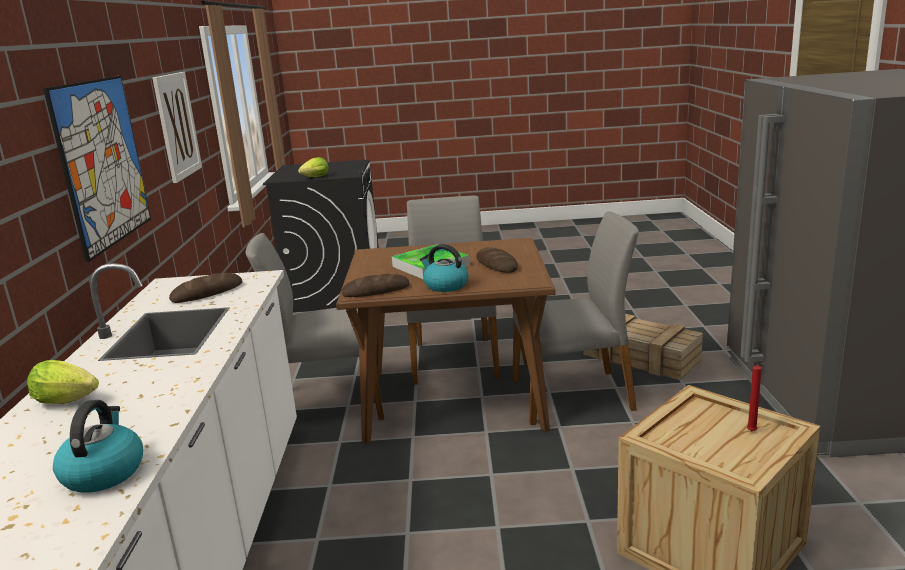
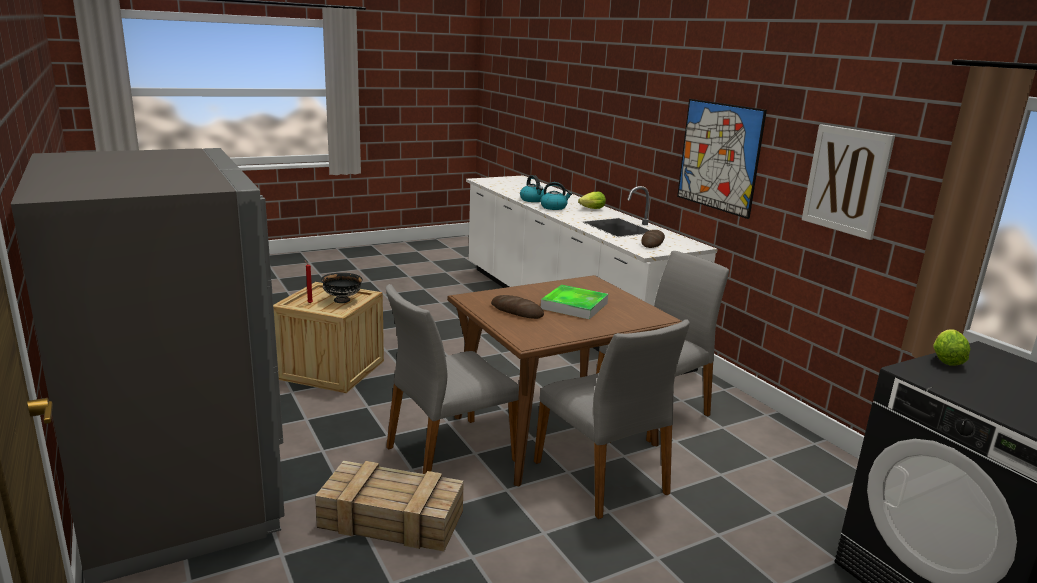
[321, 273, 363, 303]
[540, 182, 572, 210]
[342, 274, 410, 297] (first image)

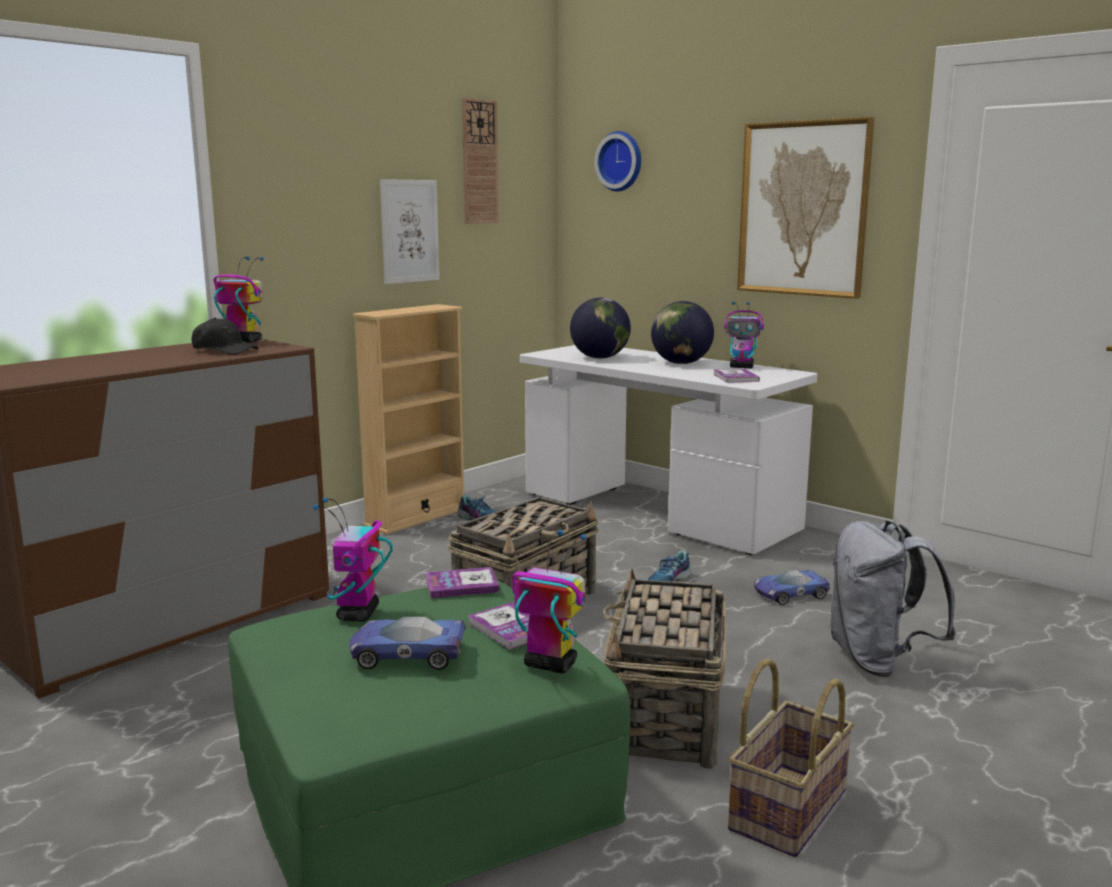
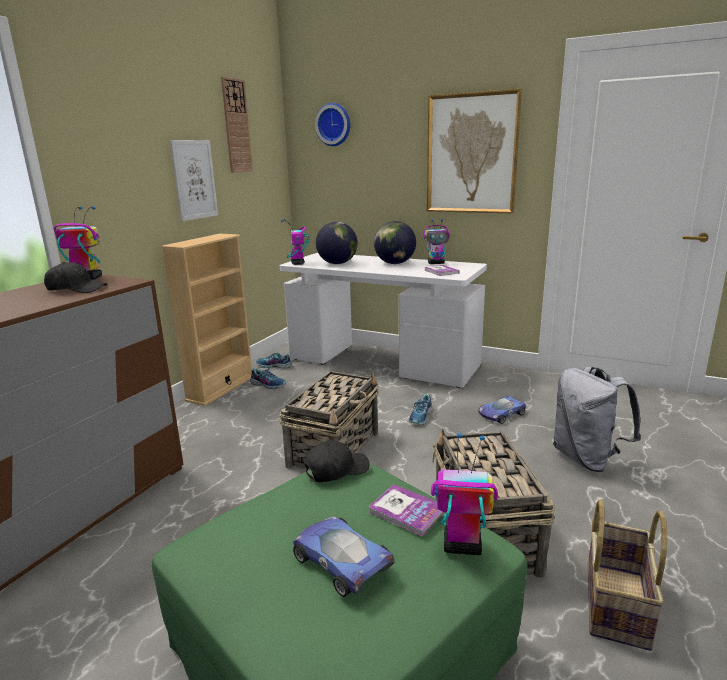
[256, 353, 292, 368]
[281, 219, 310, 265]
[293, 516, 395, 597]
[304, 440, 370, 482]

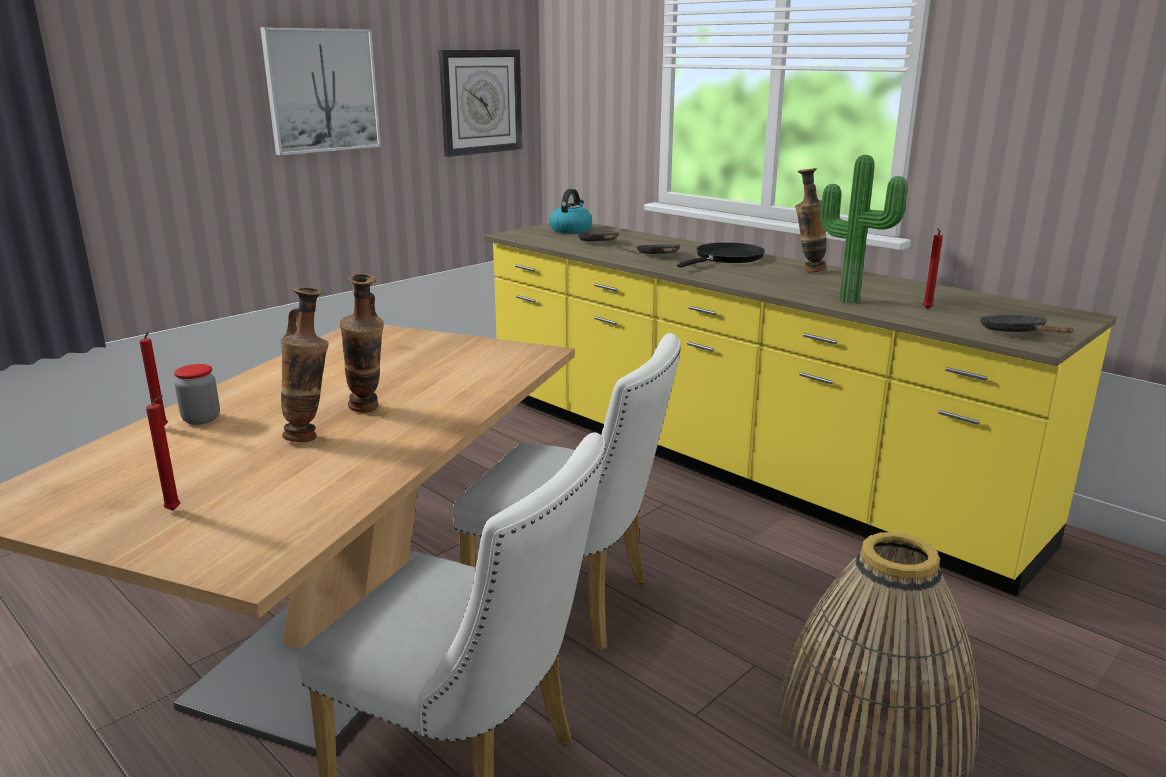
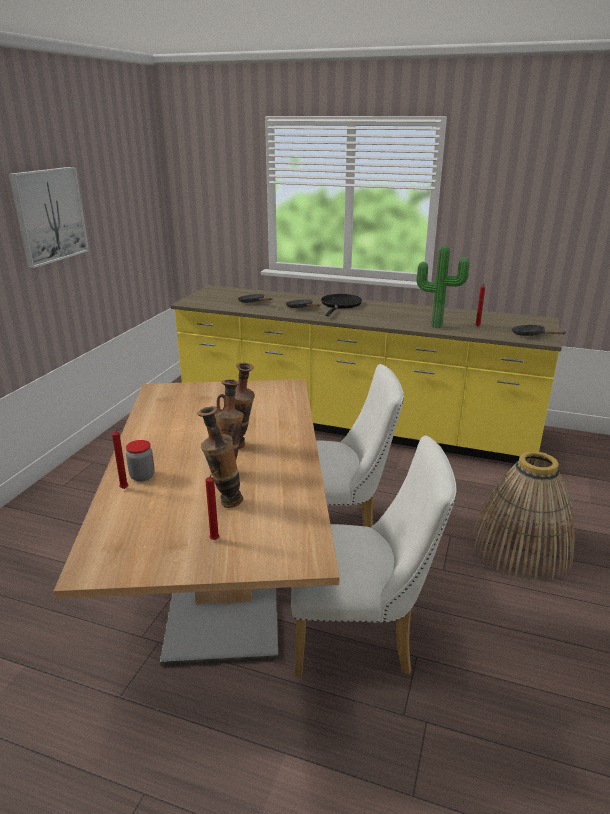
[197, 406, 243, 508]
[439, 50, 522, 157] (first image)
[549, 189, 592, 234] (first image)

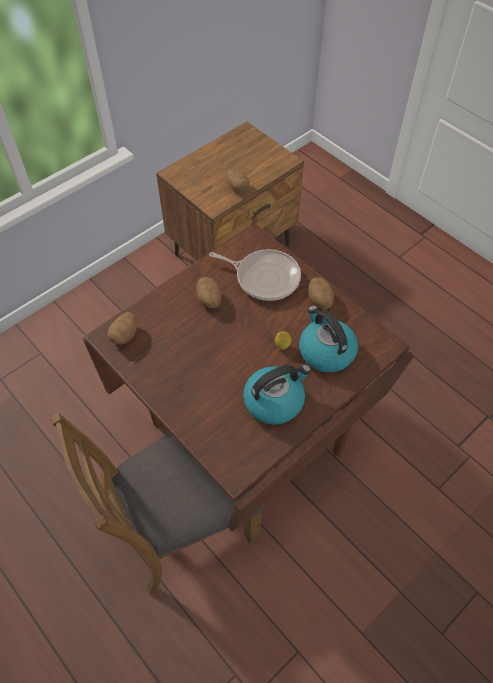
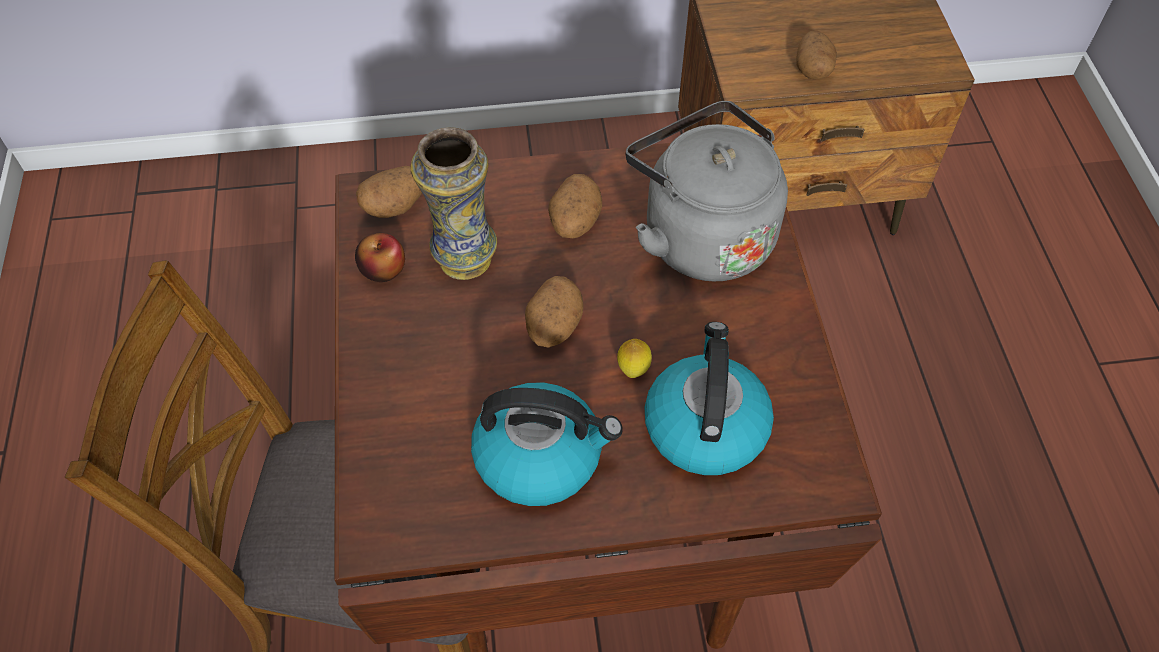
[355, 233, 405, 282]
[410, 127, 497, 280]
[525, 276, 584, 347]
[626, 101, 788, 281]

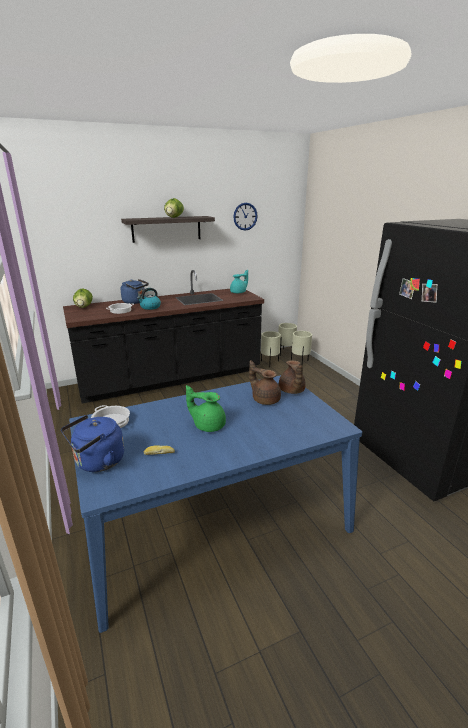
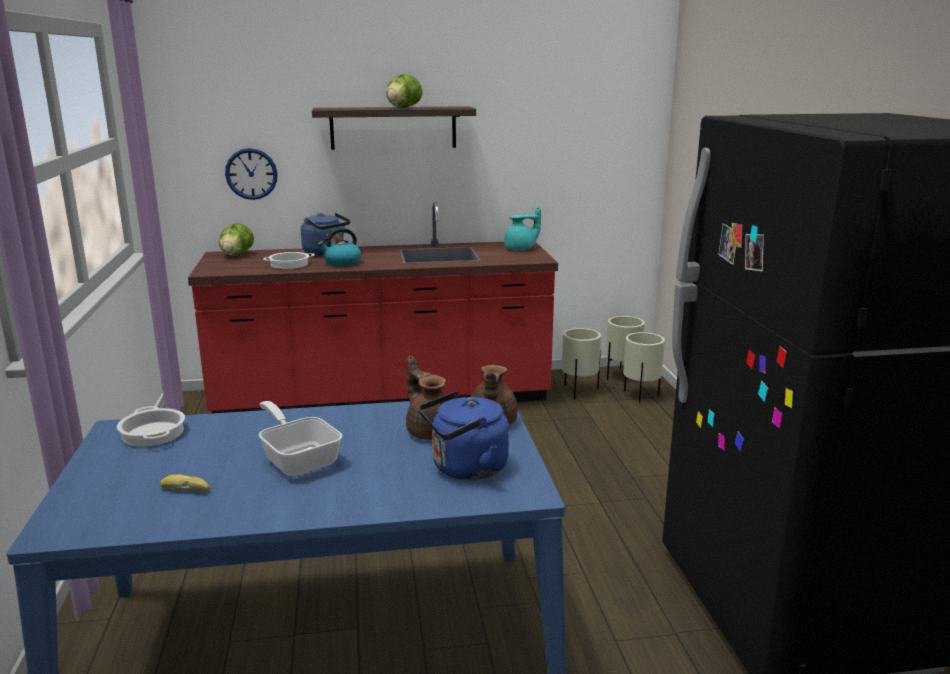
[188, 202, 558, 414]
[225, 148, 278, 200]
[259, 401, 342, 477]
[419, 391, 509, 480]

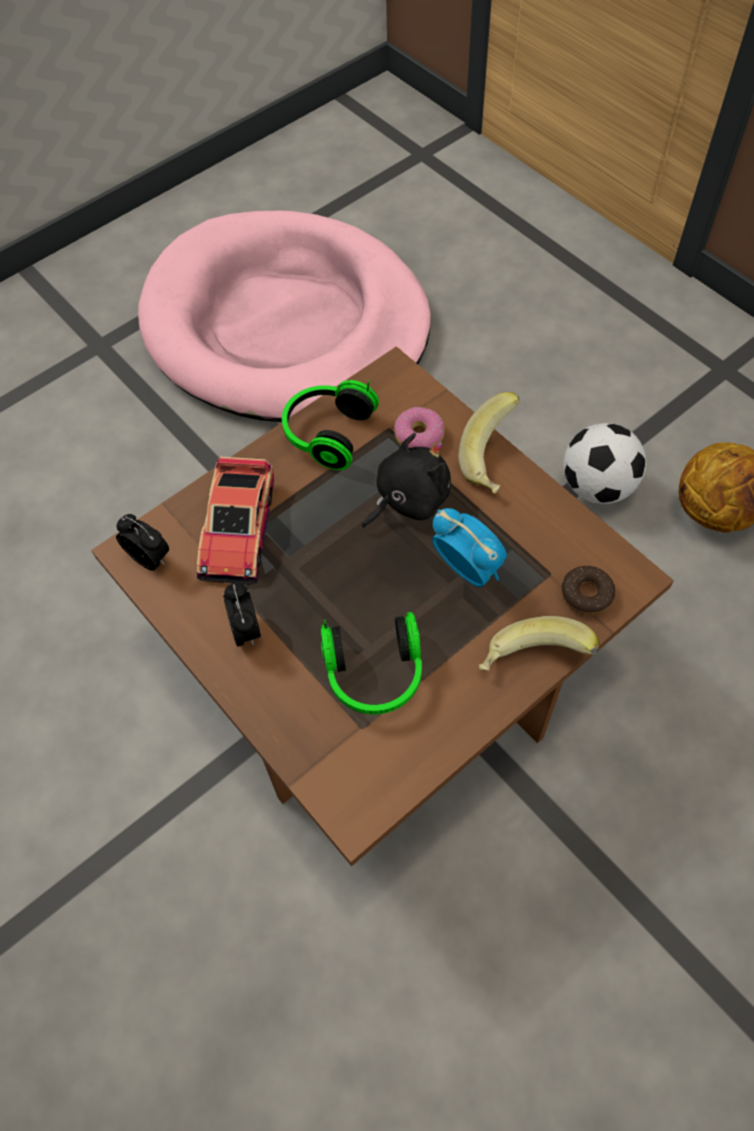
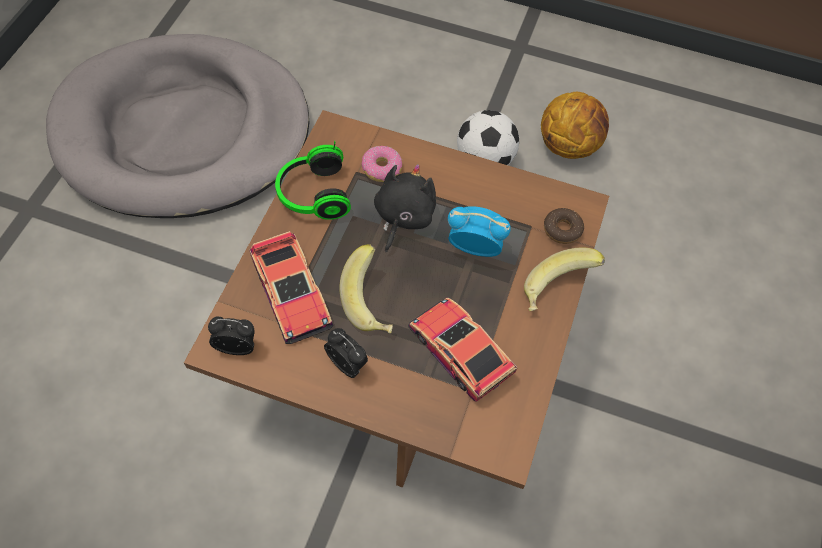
[46, 34, 309, 218]
[339, 244, 393, 333]
[408, 297, 518, 402]

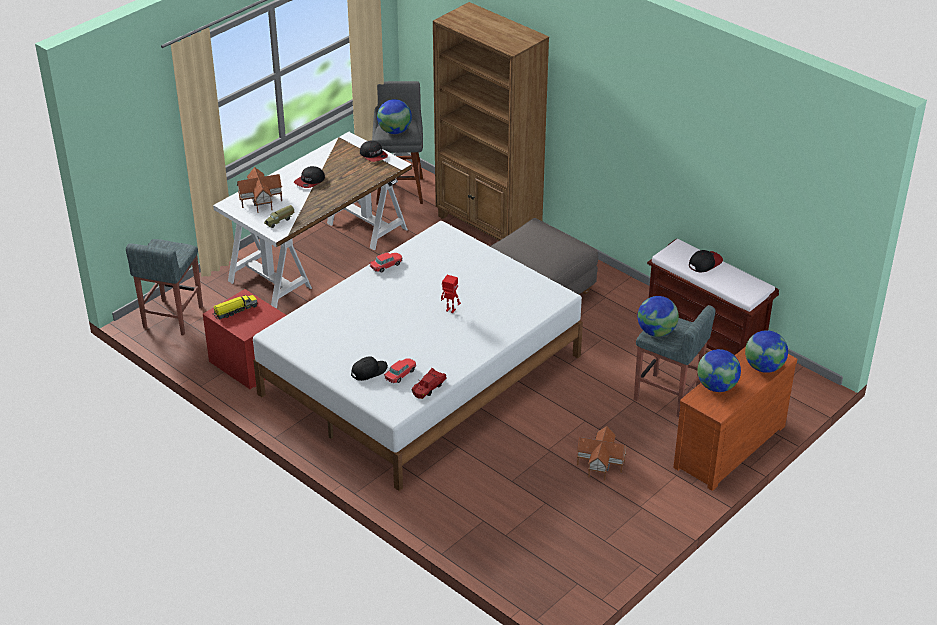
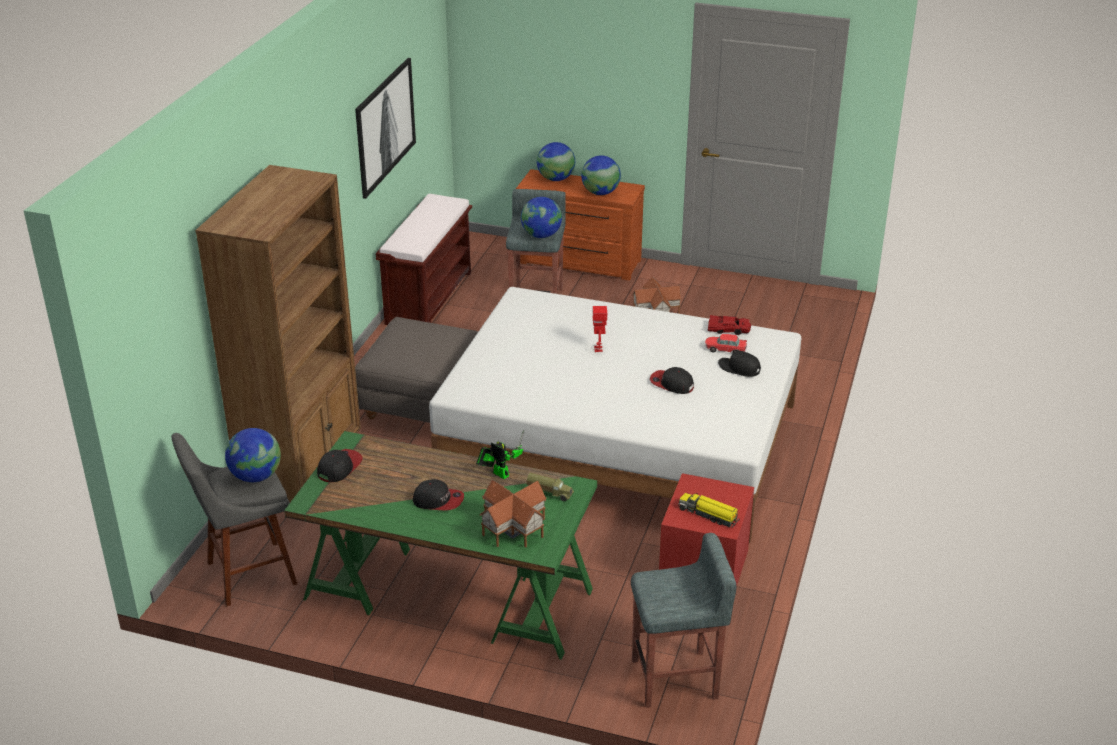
[284, 431, 597, 660]
[355, 58, 416, 199]
[476, 430, 525, 479]
[650, 367, 694, 394]
[369, 253, 402, 272] (first image)

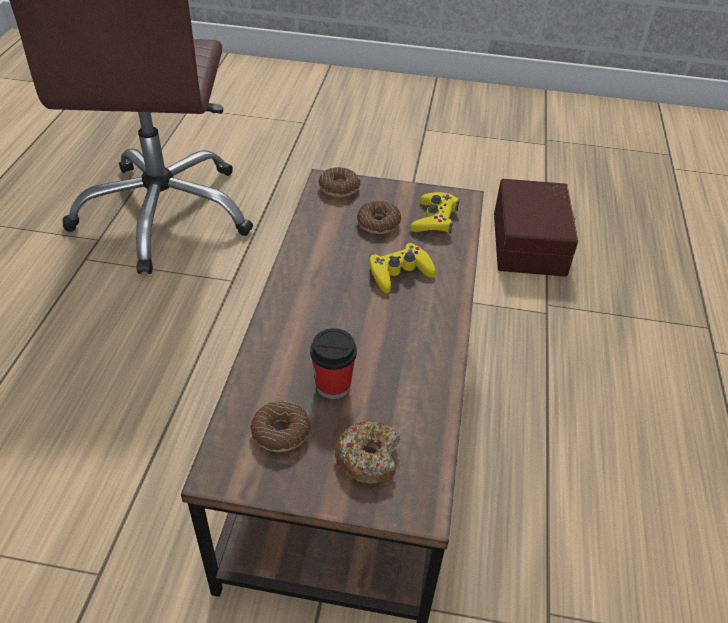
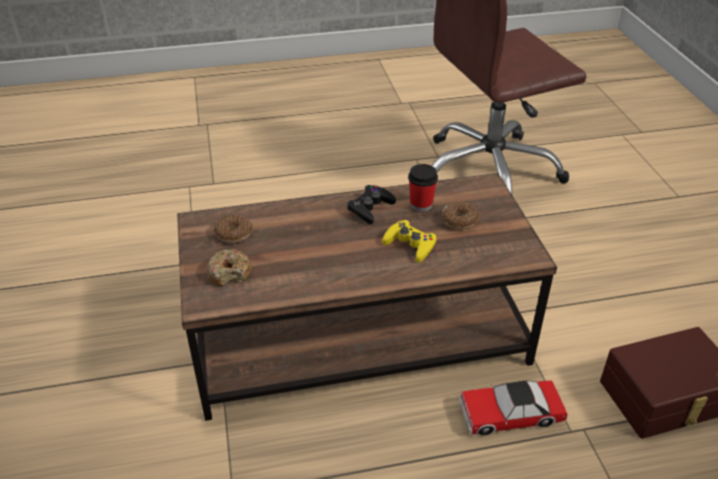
[347, 185, 396, 224]
[408, 164, 438, 212]
[458, 380, 567, 435]
[318, 167, 360, 197] (first image)
[410, 192, 460, 233] (first image)

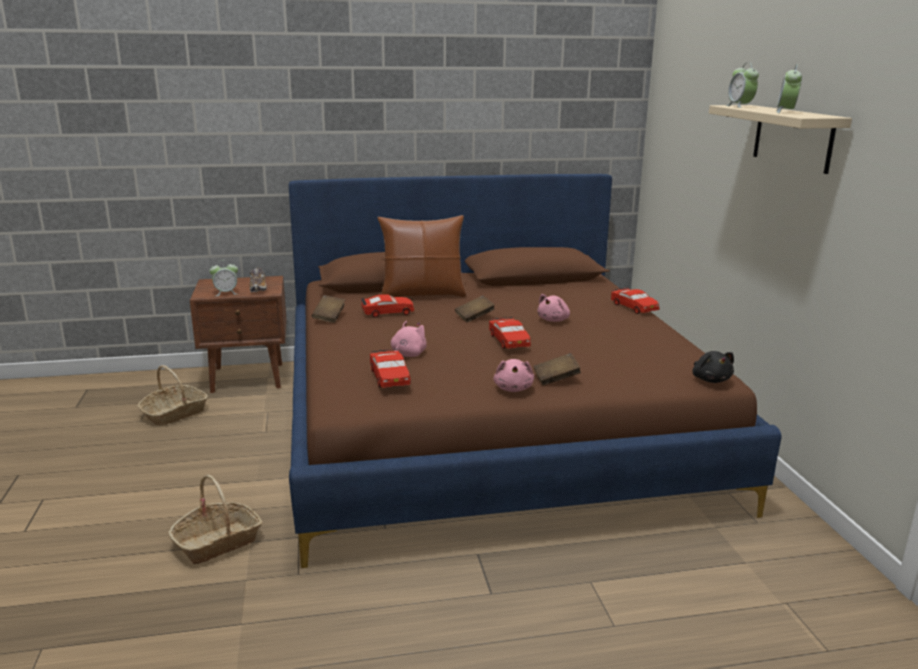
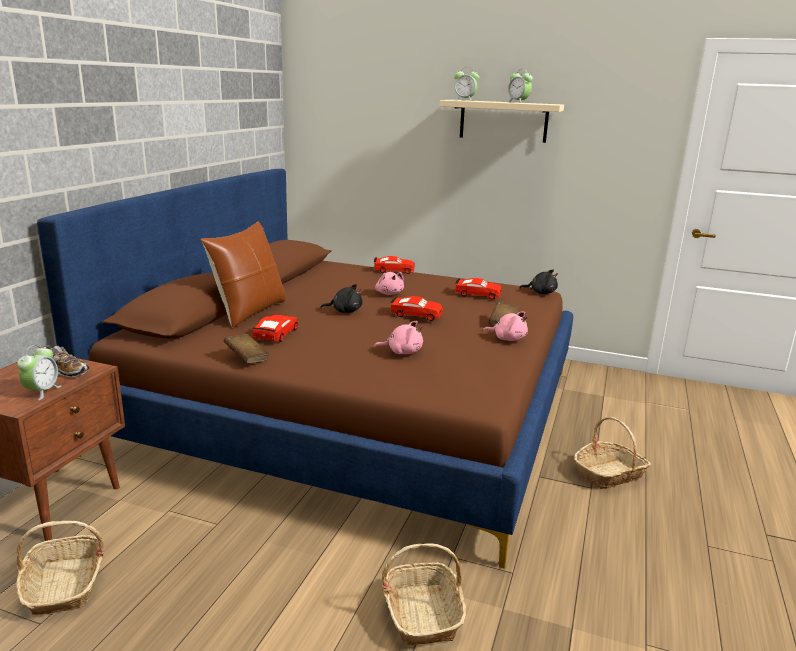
[320, 284, 362, 313]
[374, 320, 423, 354]
[455, 278, 502, 299]
[574, 417, 651, 489]

